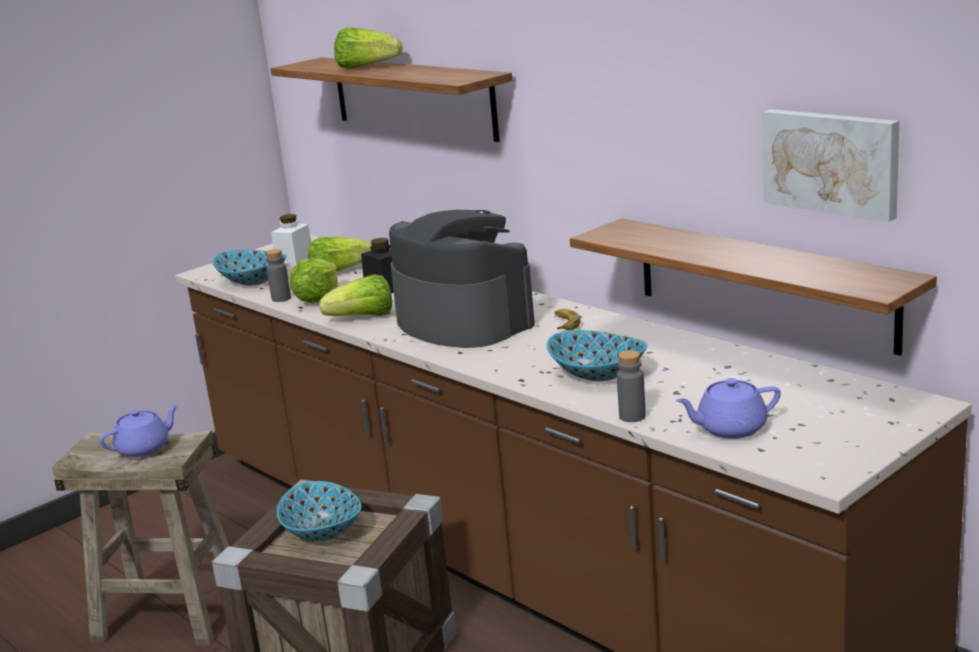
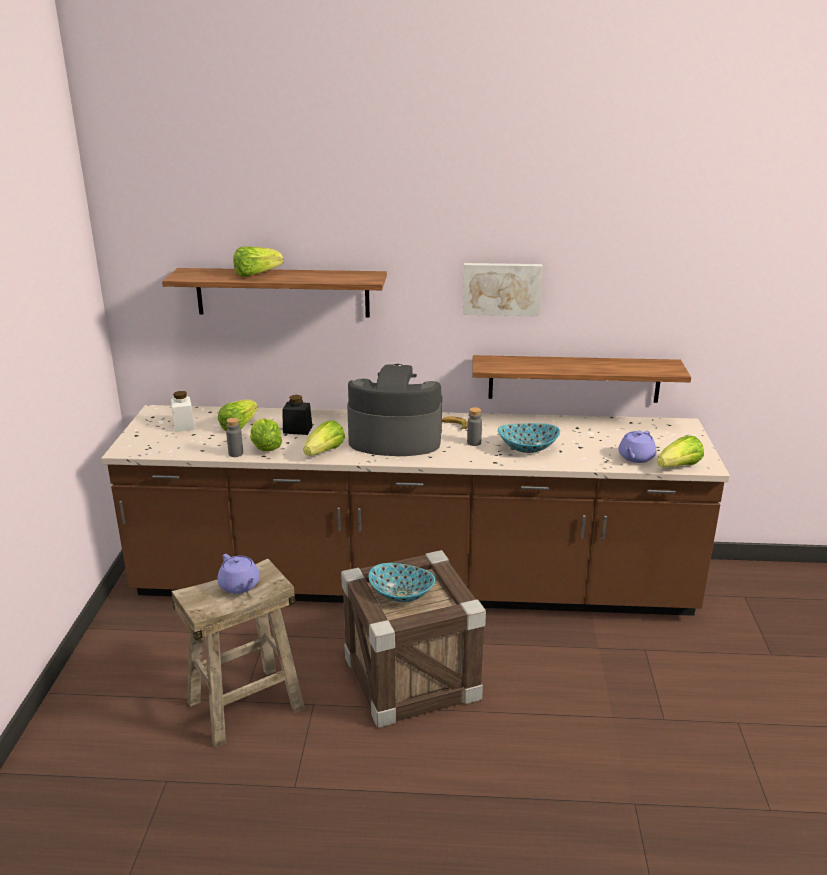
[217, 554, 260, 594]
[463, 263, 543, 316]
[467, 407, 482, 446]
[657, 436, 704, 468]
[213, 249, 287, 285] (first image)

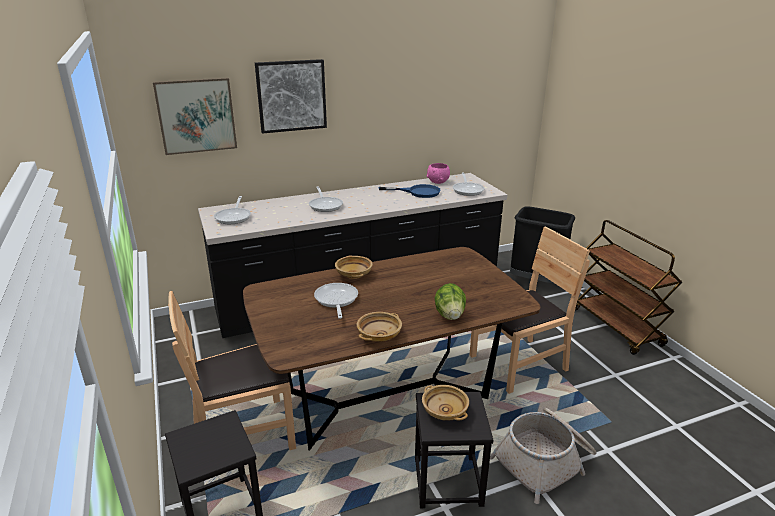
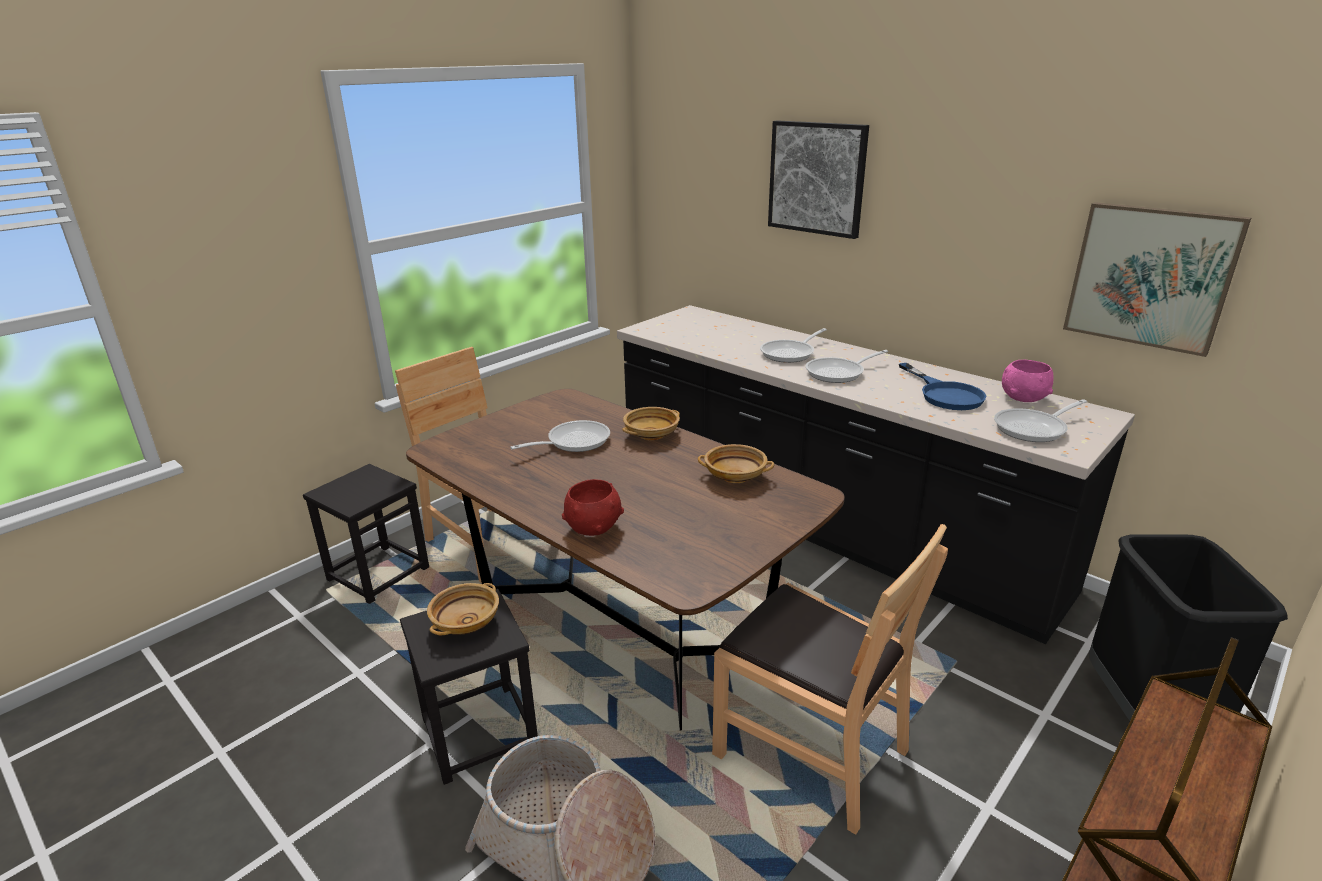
[562, 479, 624, 536]
[698, 444, 774, 483]
[806, 350, 888, 383]
[1063, 202, 1251, 357]

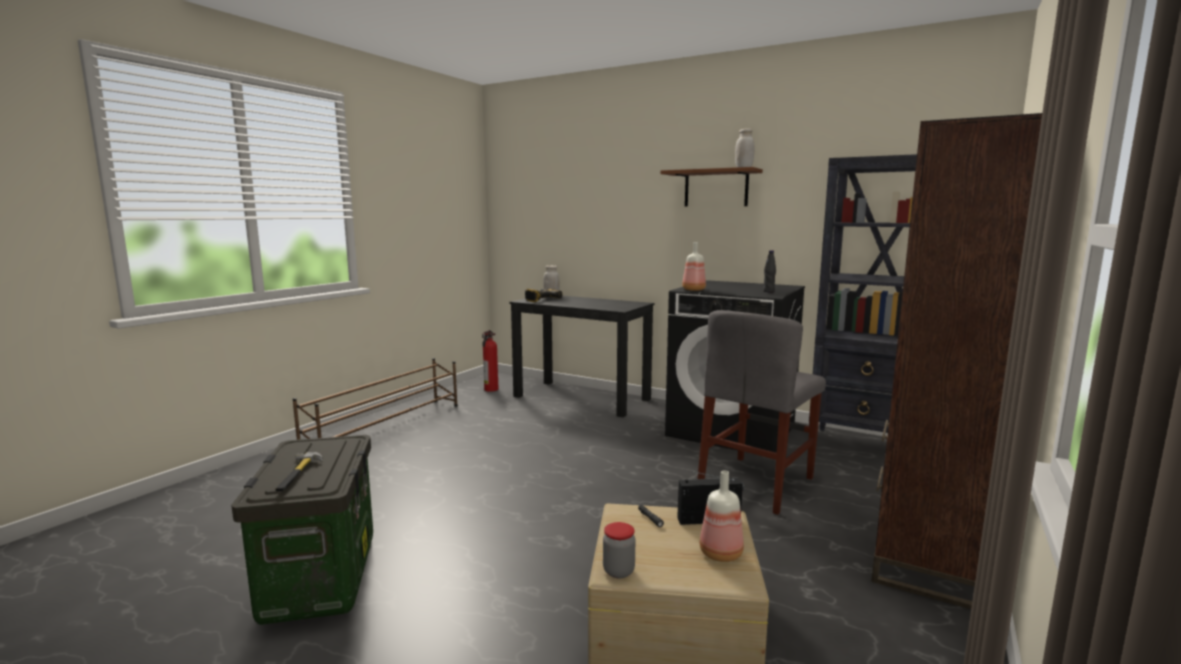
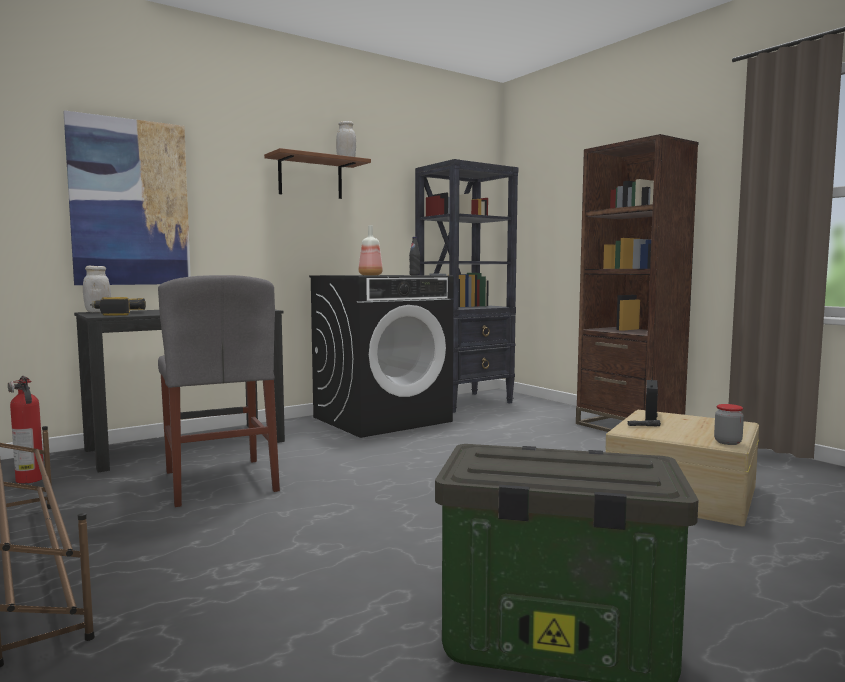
[64, 110, 191, 285]
[158, 275, 280, 507]
[275, 452, 323, 492] (first image)
[700, 470, 744, 562] (first image)

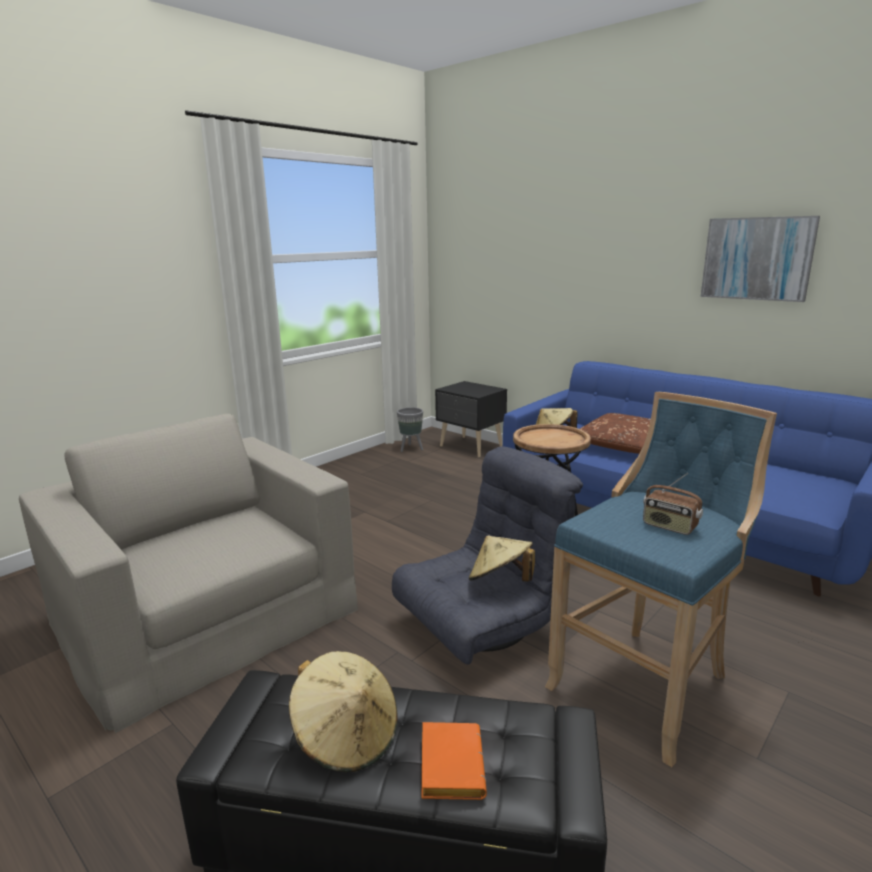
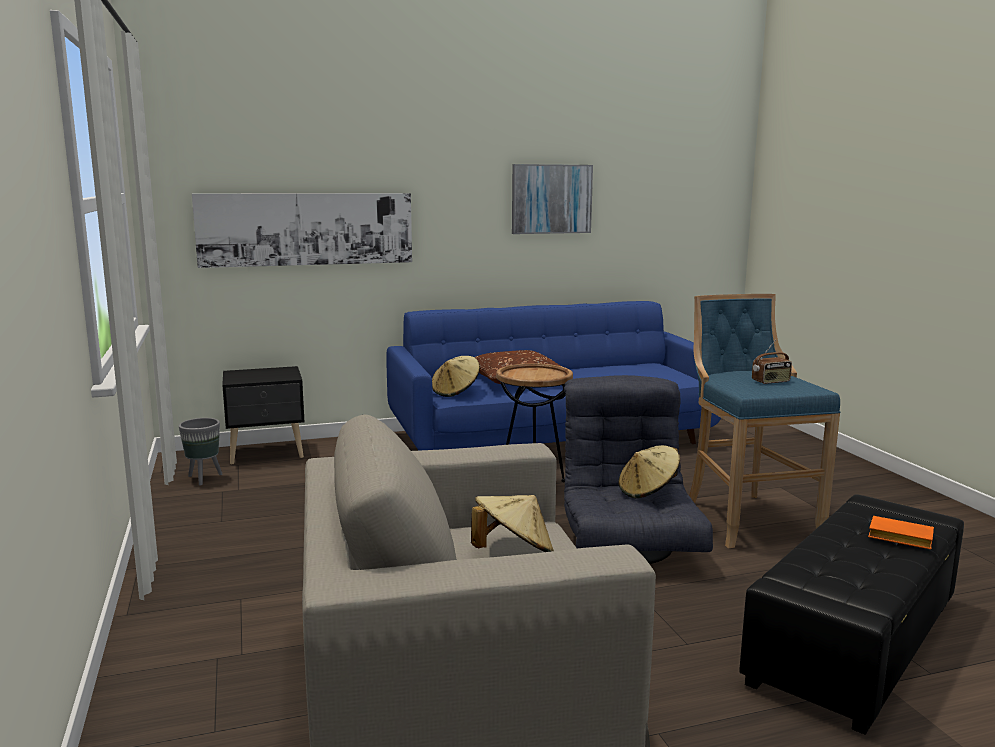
[192, 193, 412, 268]
[471, 495, 554, 552]

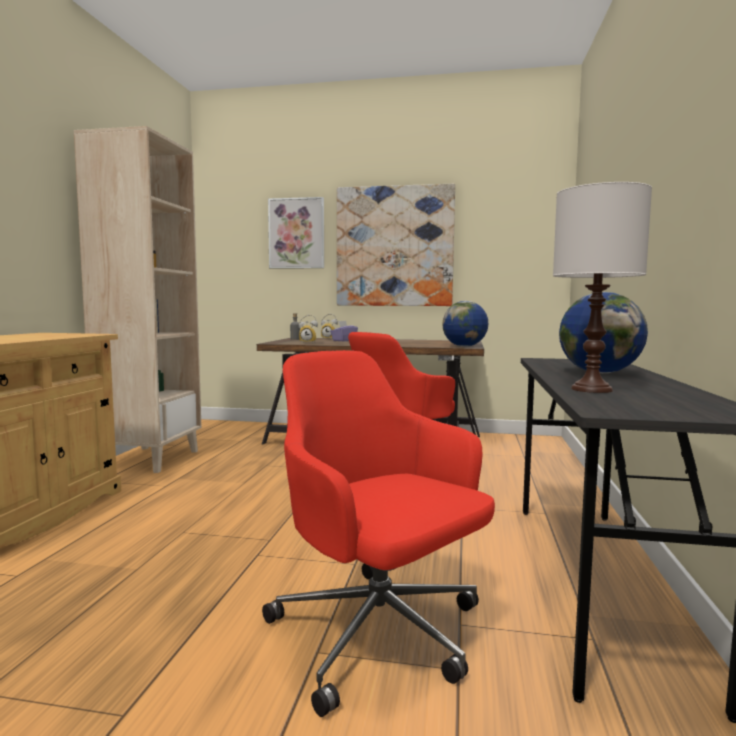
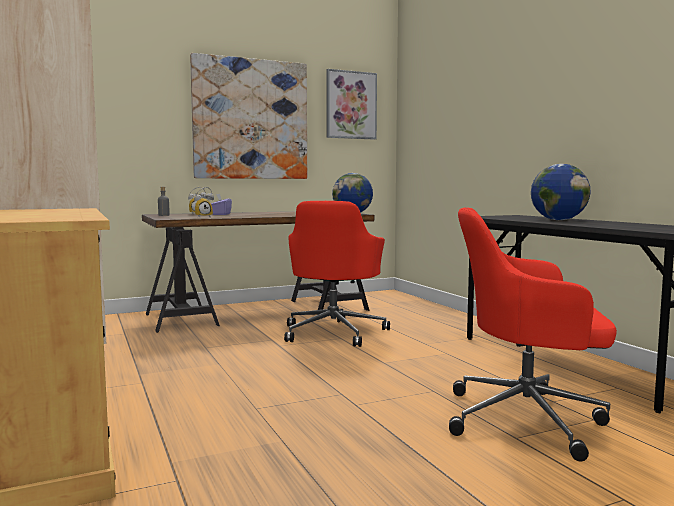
[326, 69, 377, 140]
[553, 182, 652, 393] (first image)

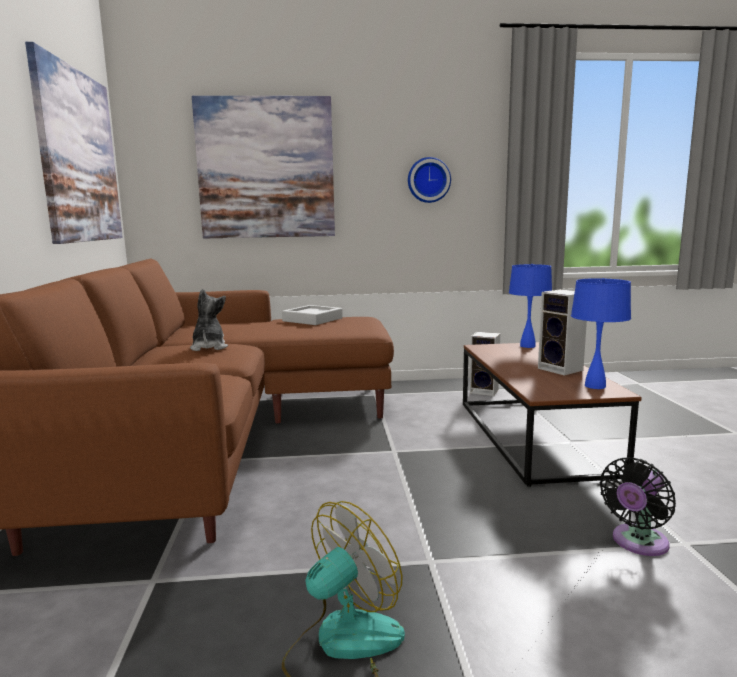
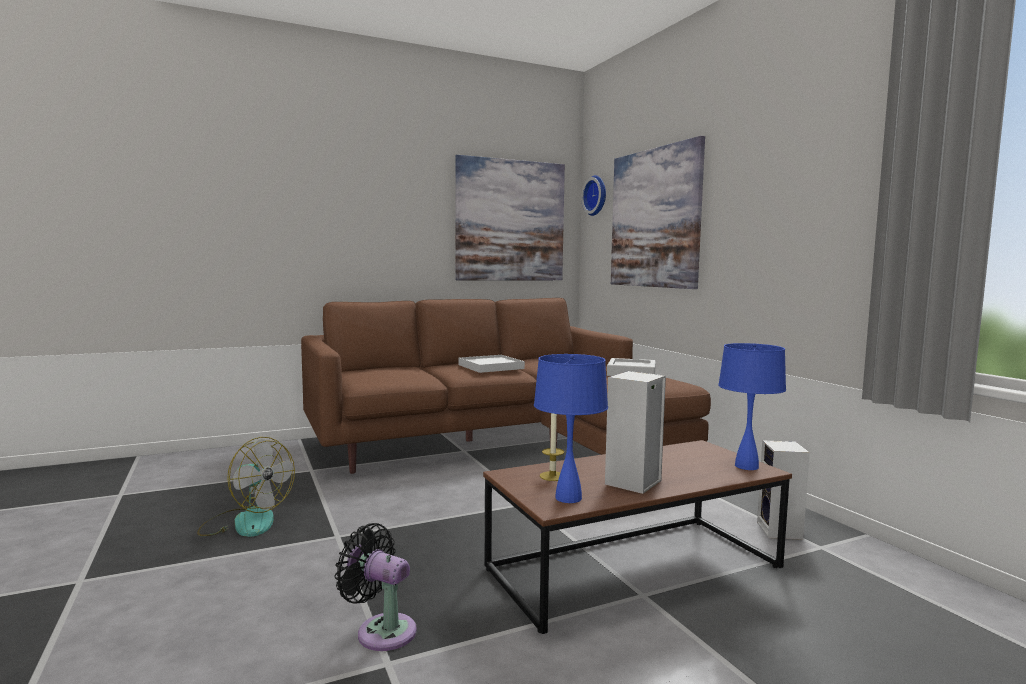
[458, 355, 525, 373]
[540, 413, 564, 481]
[581, 175, 606, 216]

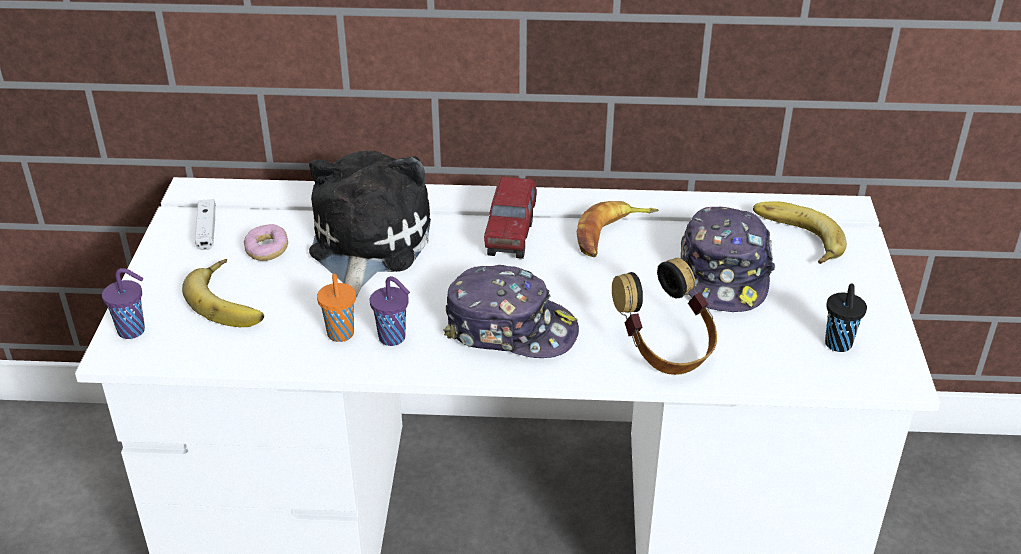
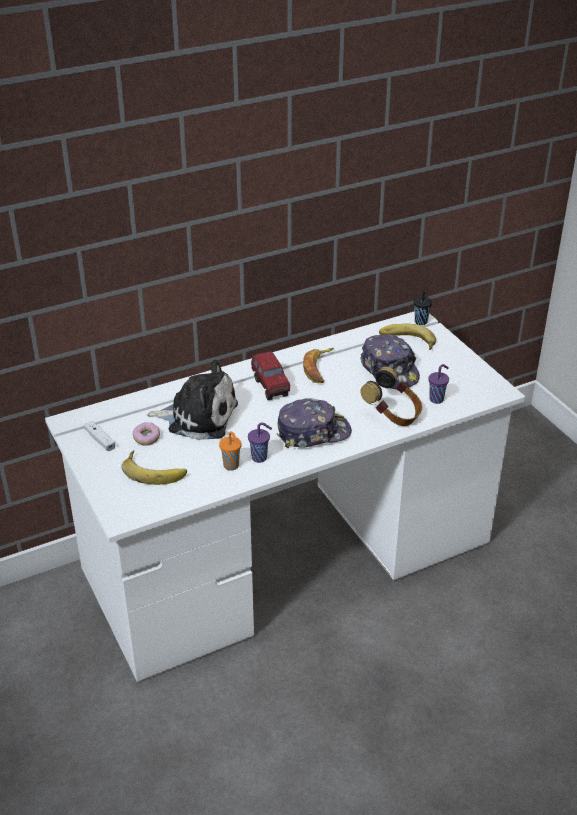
[147, 360, 238, 440]
[414, 290, 432, 325]
[428, 364, 449, 404]

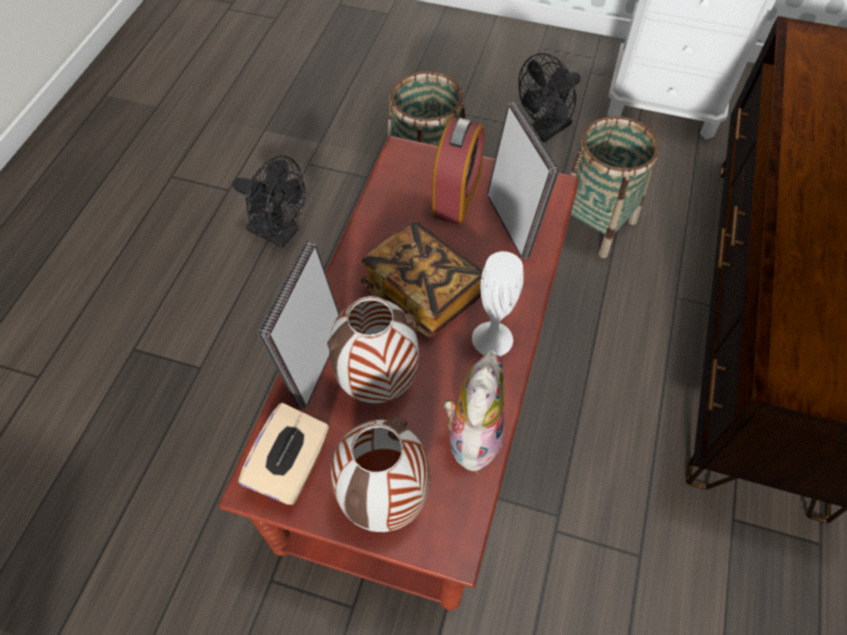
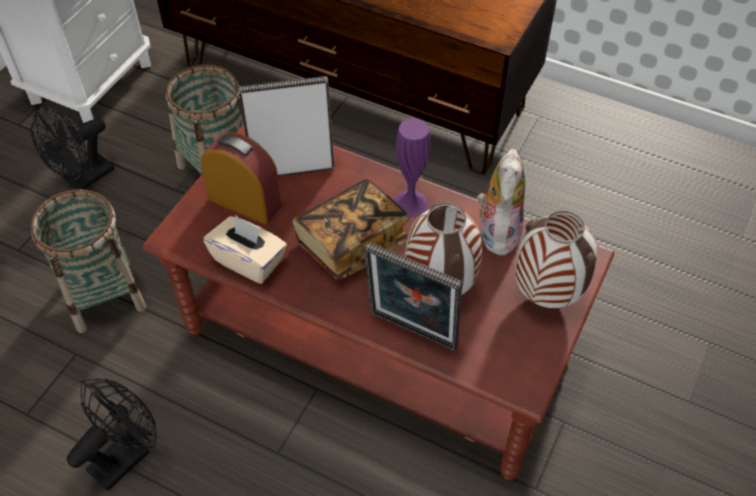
[31, 106, 114, 190]
[203, 215, 287, 284]
[393, 118, 431, 217]
[477, 149, 525, 256]

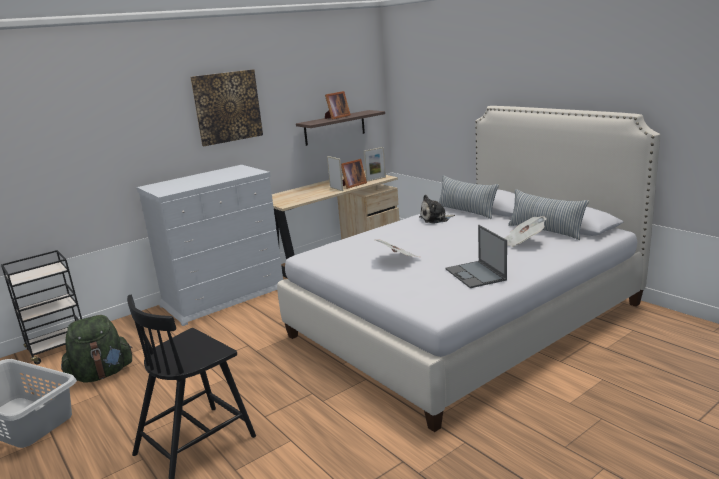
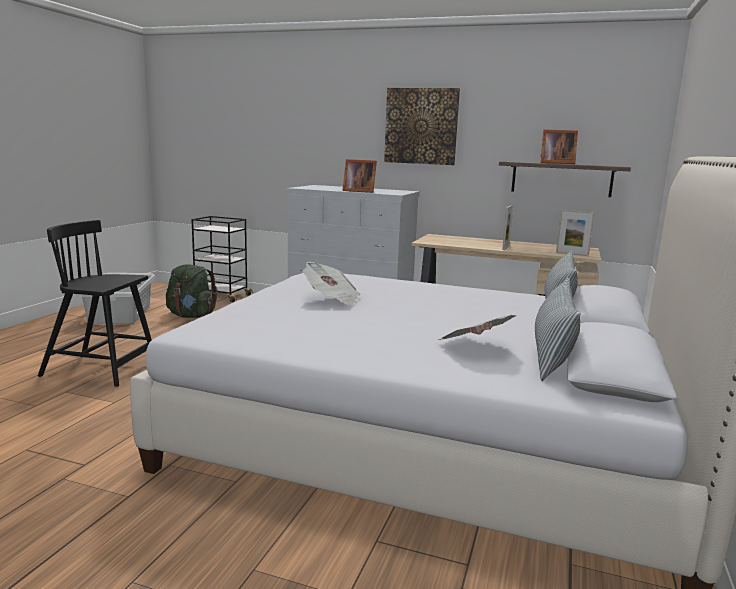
[343, 159, 377, 193]
[419, 195, 455, 223] (first image)
[445, 225, 507, 288] (first image)

